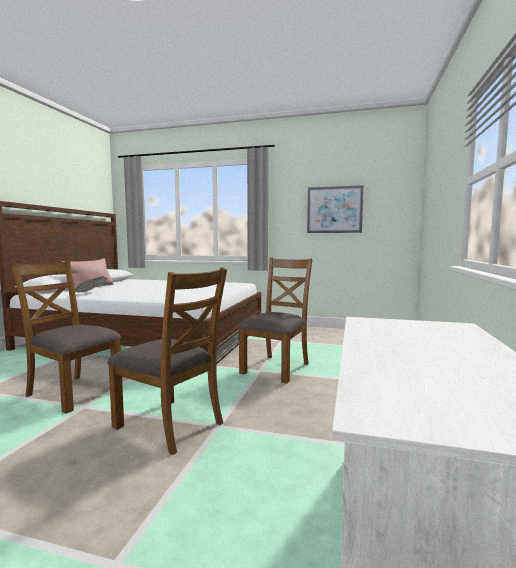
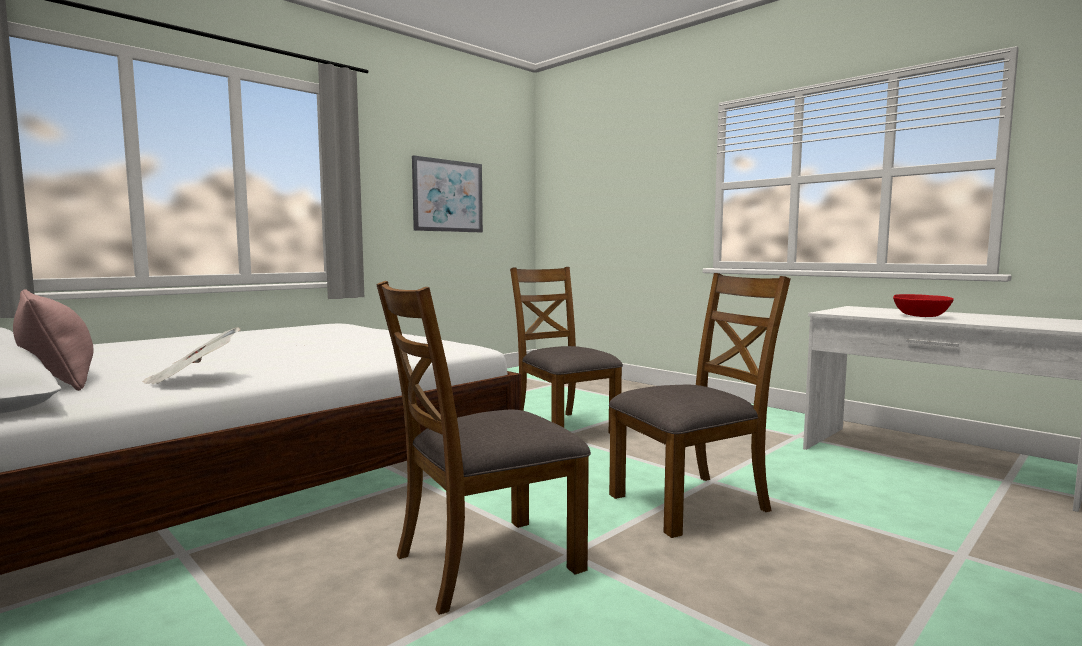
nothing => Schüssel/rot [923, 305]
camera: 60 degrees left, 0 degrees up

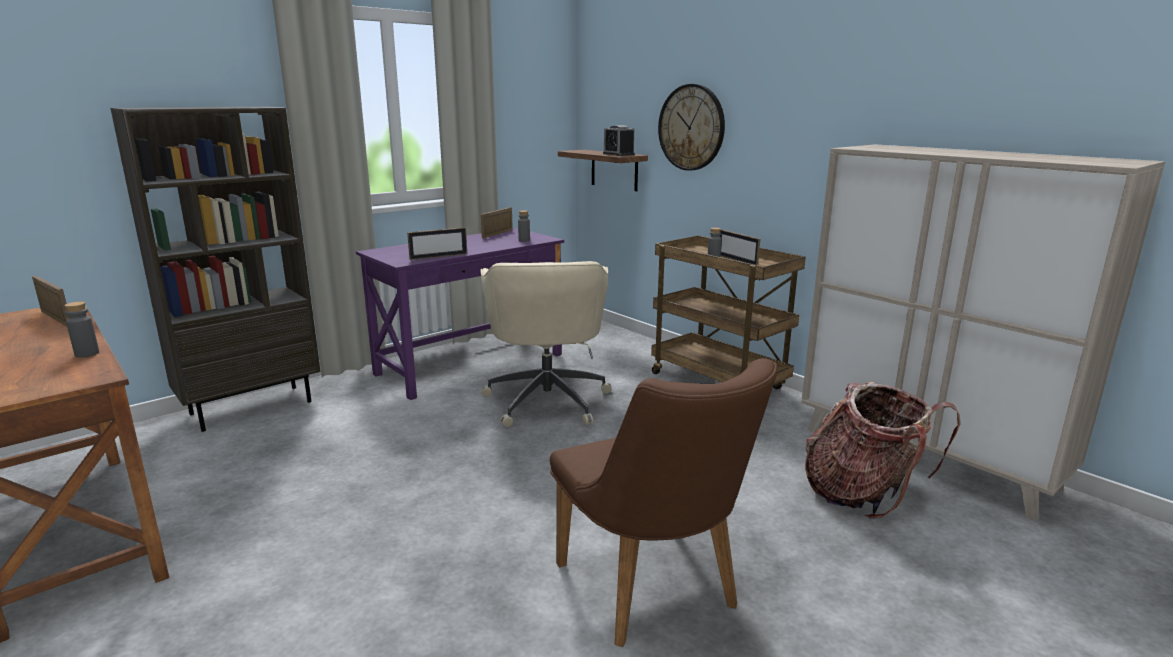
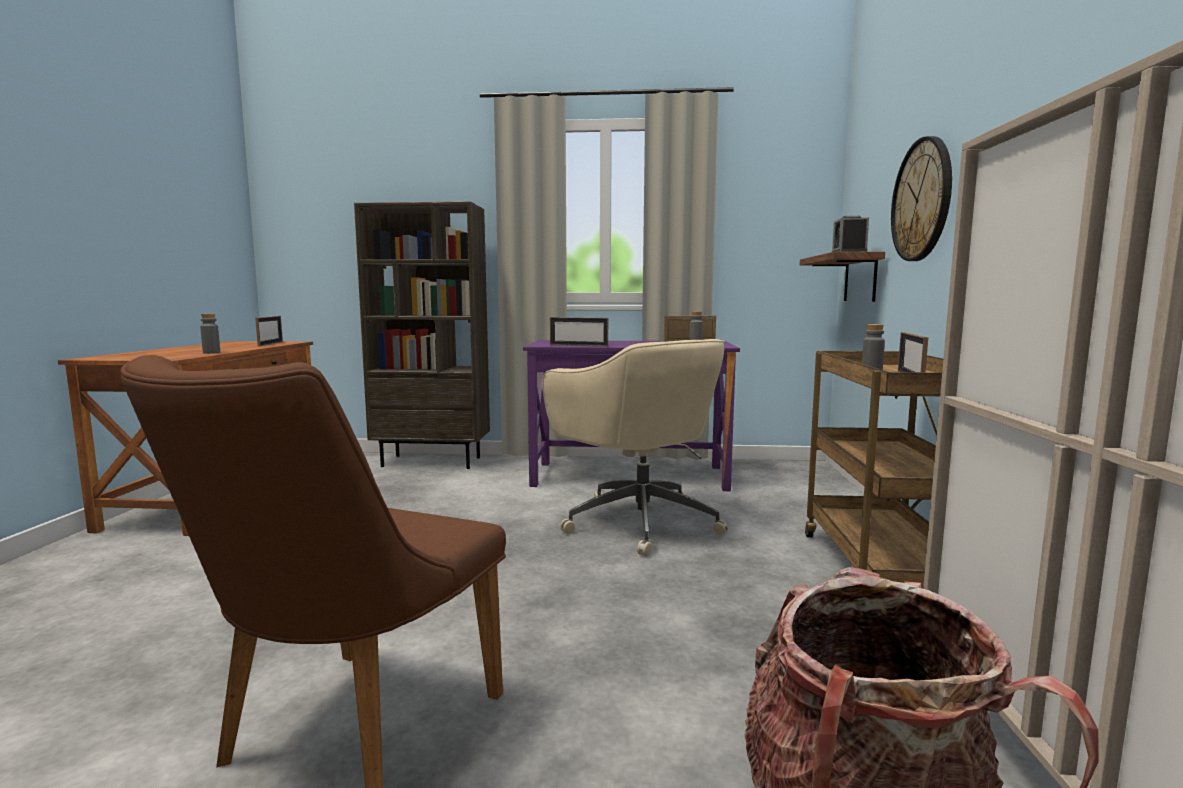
Bürostuhl/beige [546, 344] => Bürostuhl/beige [635, 447], 75 degrees counterclockwise
camera: 45 degrees right, 10 degrees down

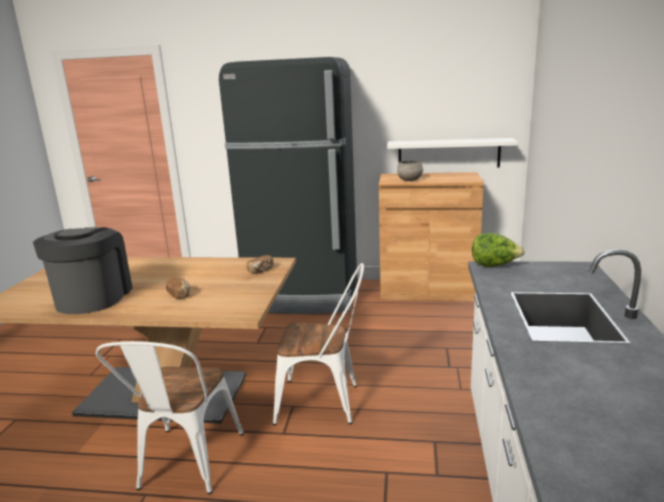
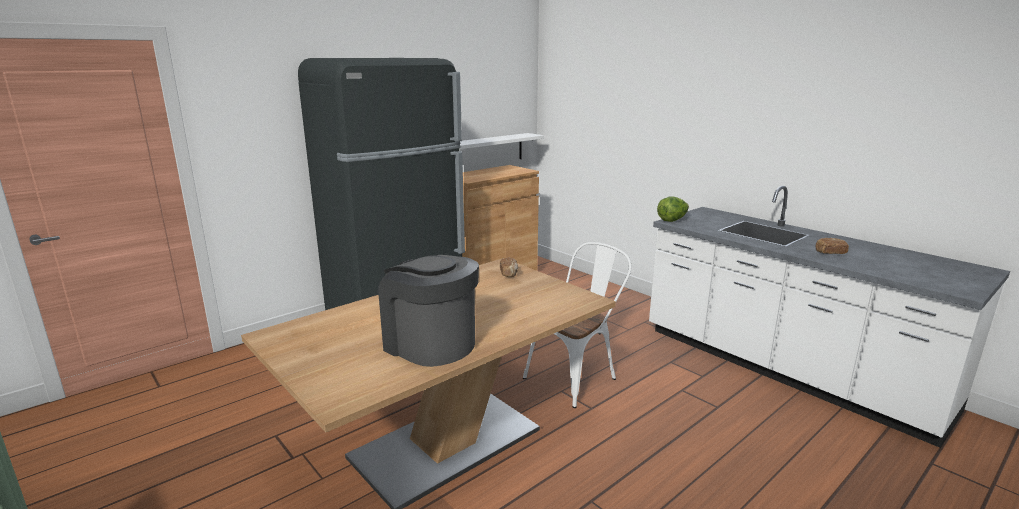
Stuhl/weiß [170, 417] => nothing
Brot [178, 288] => Brot [832, 246], shifted
Schüssel/grau [410, 170] => nothing
camera: 50 degrees left, 0 degrees up

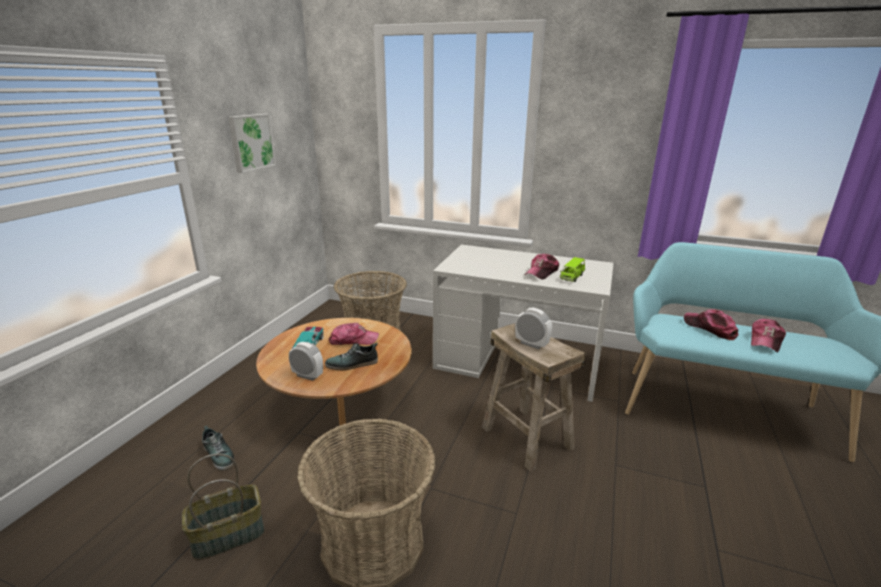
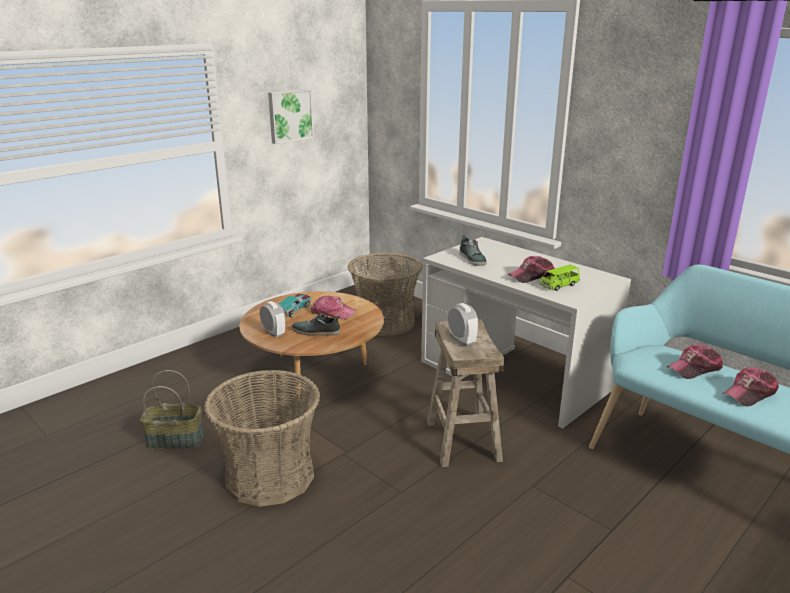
Schuh [218, 447] => Schuh [473, 250], shifted
Kappe [711, 324] => Kappe [695, 362], 105 degrees counterclockwise
camera: 25 degrees right, 0 degrees up

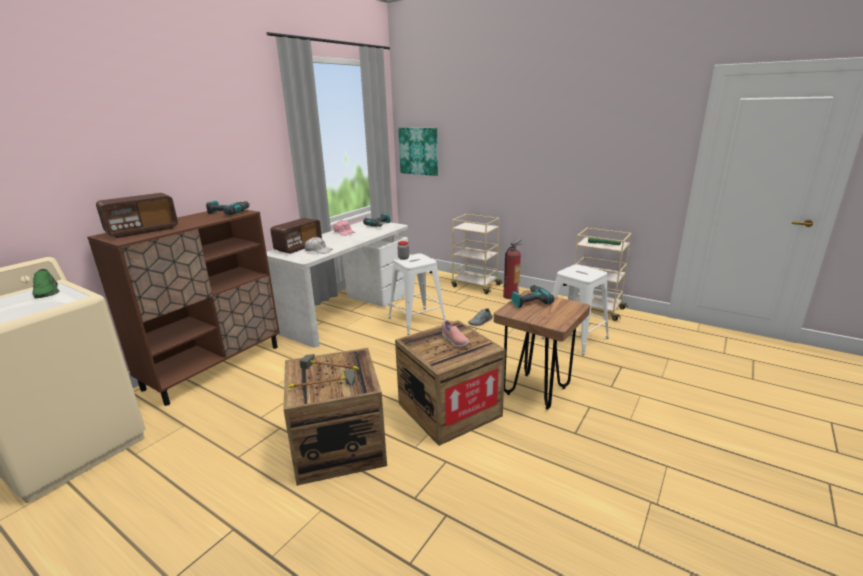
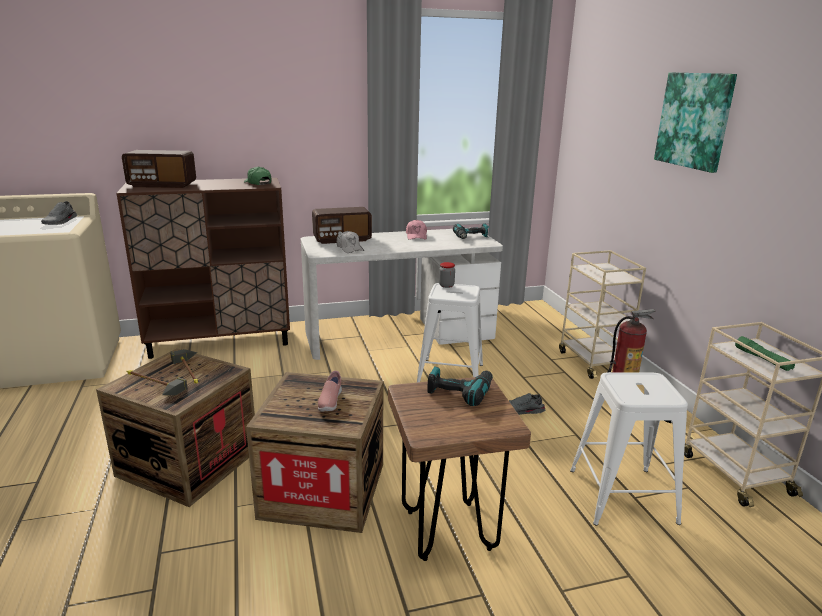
Schuh/grün [46, 284] => Schuh/grau [59, 213]
Bohrmaschine [228, 208] => Kappe/grün [257, 175]
Bild [418, 151] => Bild [695, 122], shifted
camera: 40 degrees right, 0 degrees up

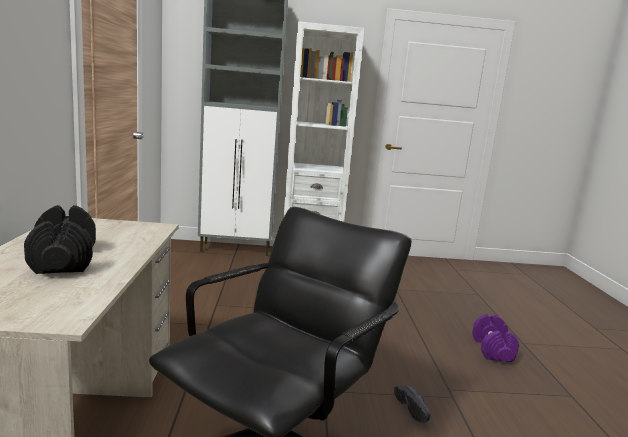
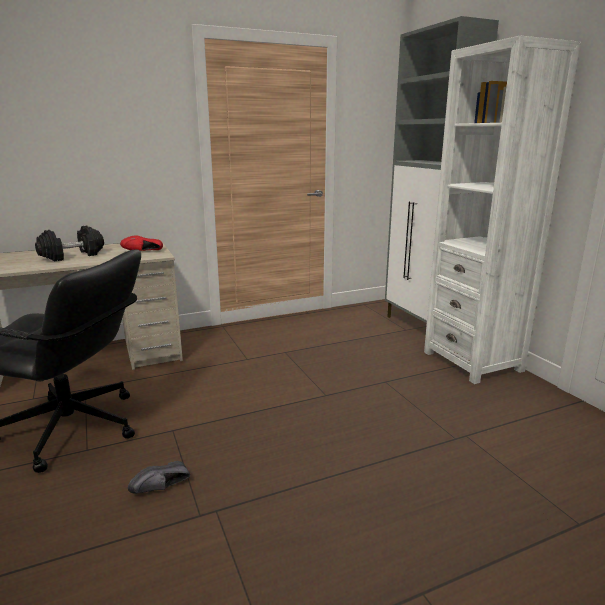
Hantel/lila [495, 338] => nothing
nothing => Schuh/rot [141, 243]
camera: 70 degrees right, 5 degrees up

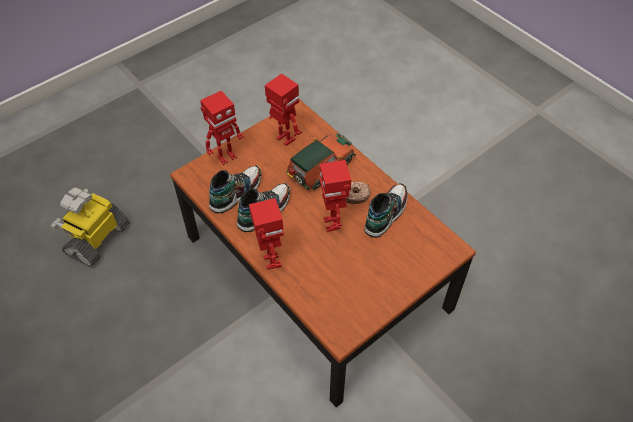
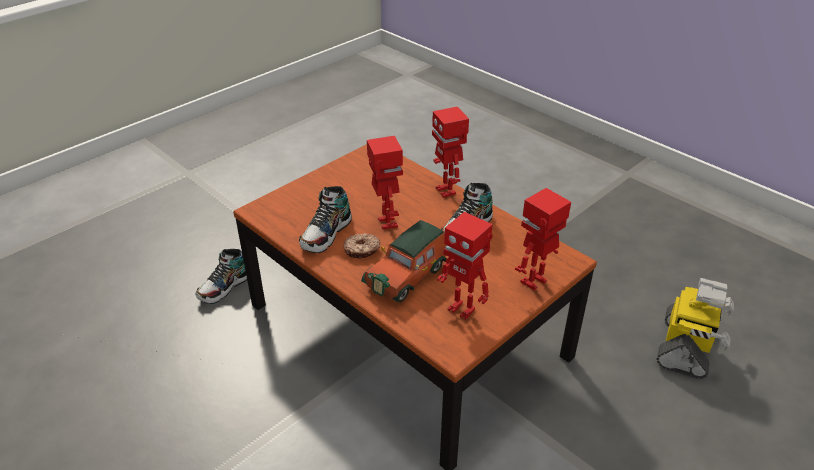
Schuh [235, 189] => Schuh [221, 276], shifted
camera: 175 degrees right, 15 degrees down

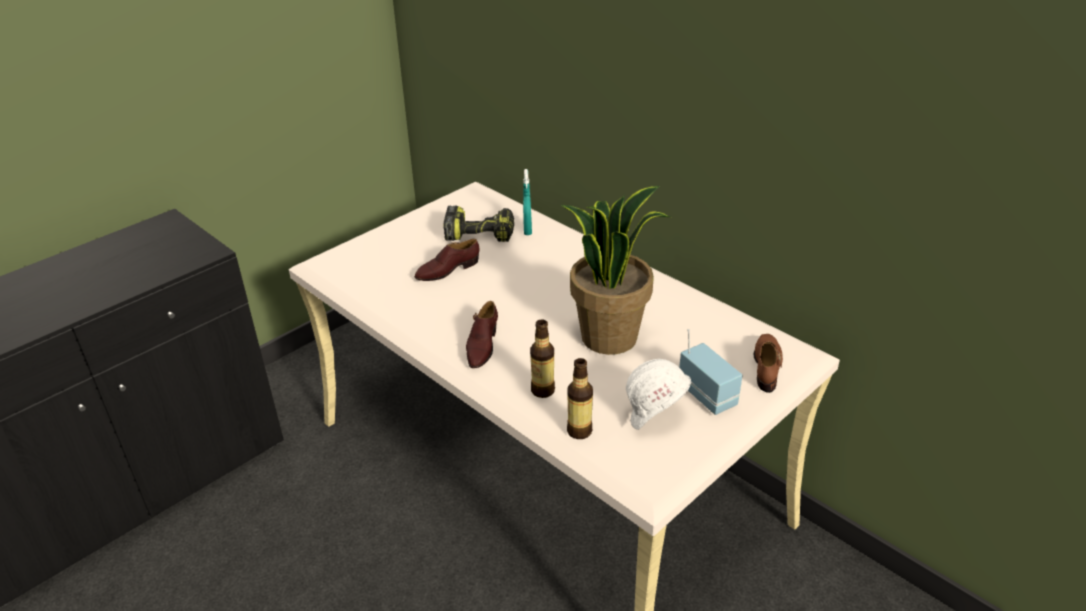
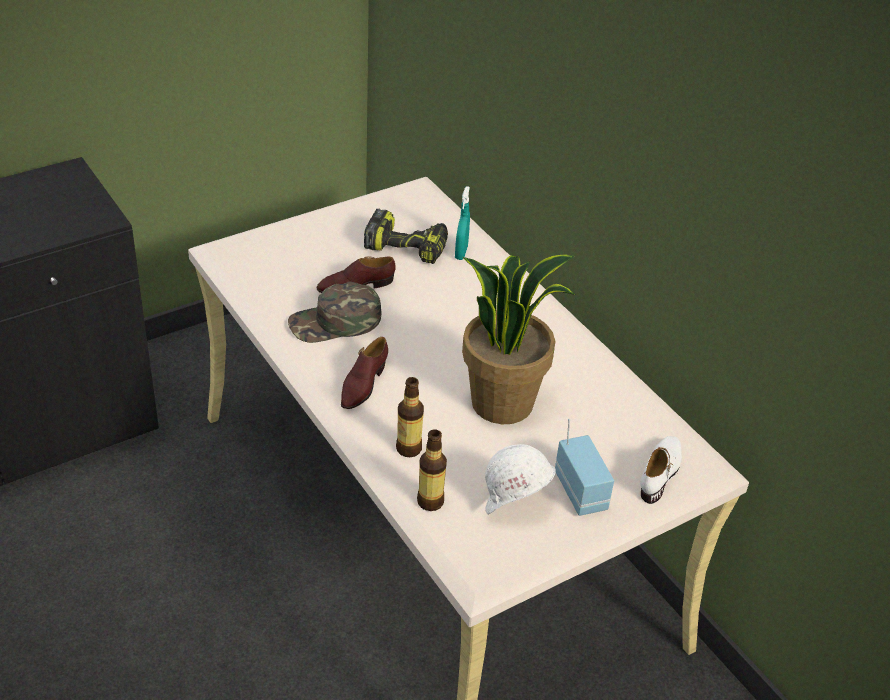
Schuh/braun [768, 363] => Schuh/weiß [661, 470]
nothing => Kappe/grün [334, 312]
camera: 10 degrees right, 5 degrees up

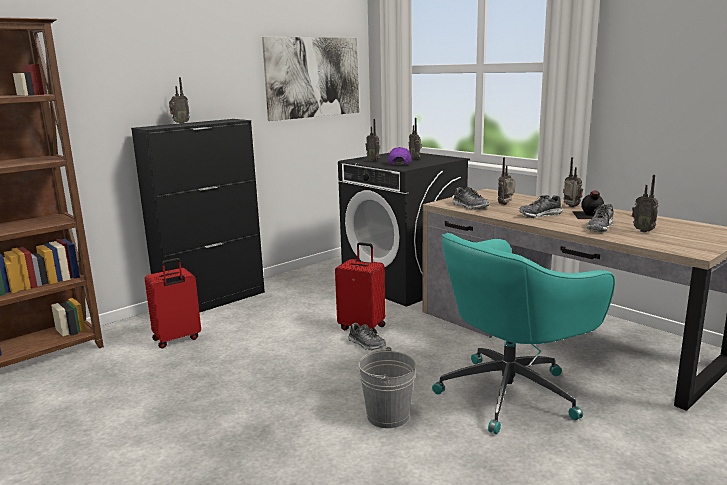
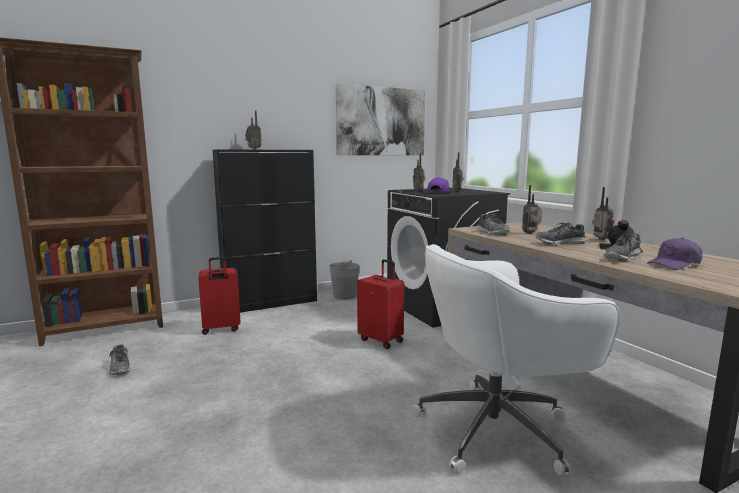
Schuh [367, 337] => Schuh [119, 360], shifted
Eimer/grau [387, 387] => Eimer/grau [344, 280], shifted
Bürostuhl/türkis [523, 333] => Bürostuhl/weiß [516, 360]
Radio [645, 203] => Kappe/lila [674, 254]
camera: 15 degrees right, 5 degrees down

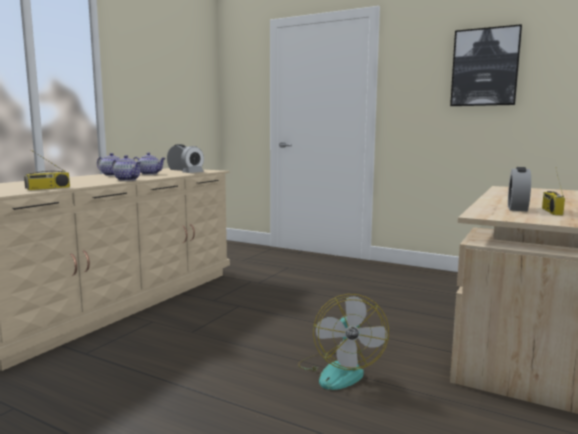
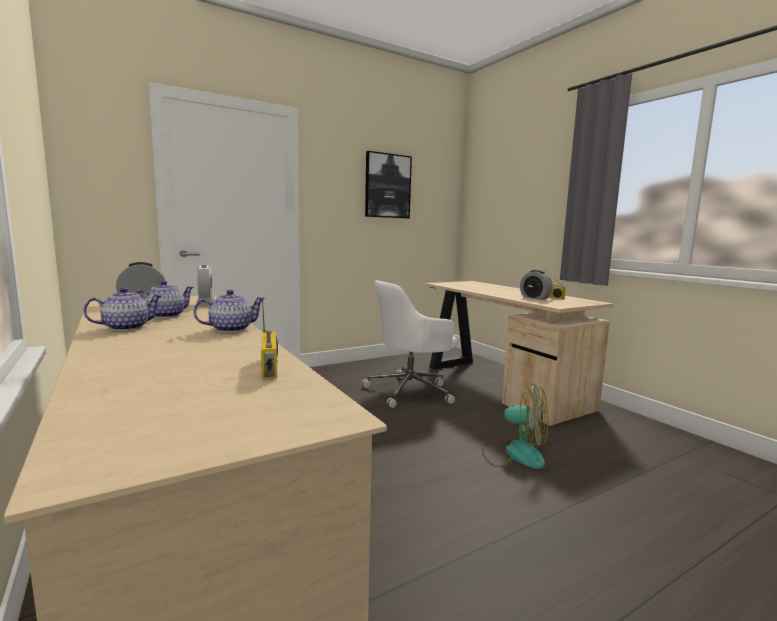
nothing => Bürostuhl/weiß [410, 344]
camera: 60 degrees left, 0 degrees up

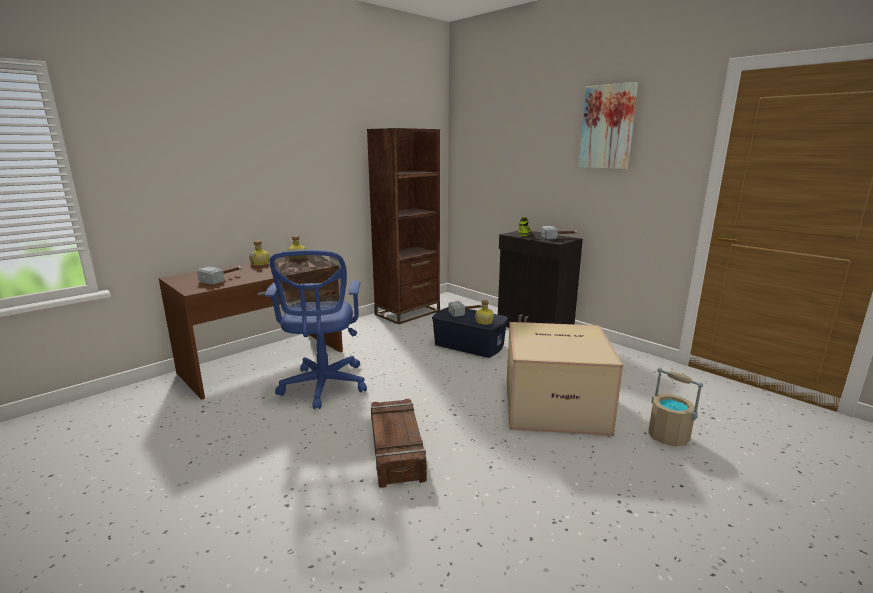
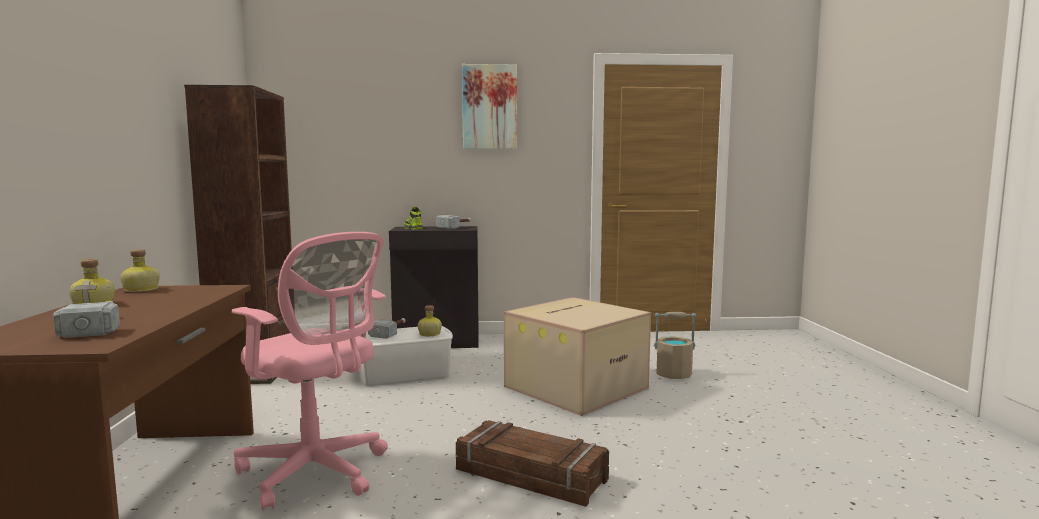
Bürostuhl/blau [316, 329] => Bürostuhl/rosa [310, 371]
Aufbewahrungsbox/blau [470, 332] => Aufbewahrungsbox/weiß [406, 356]
camera: 50 degrees left, 10 degrees down

